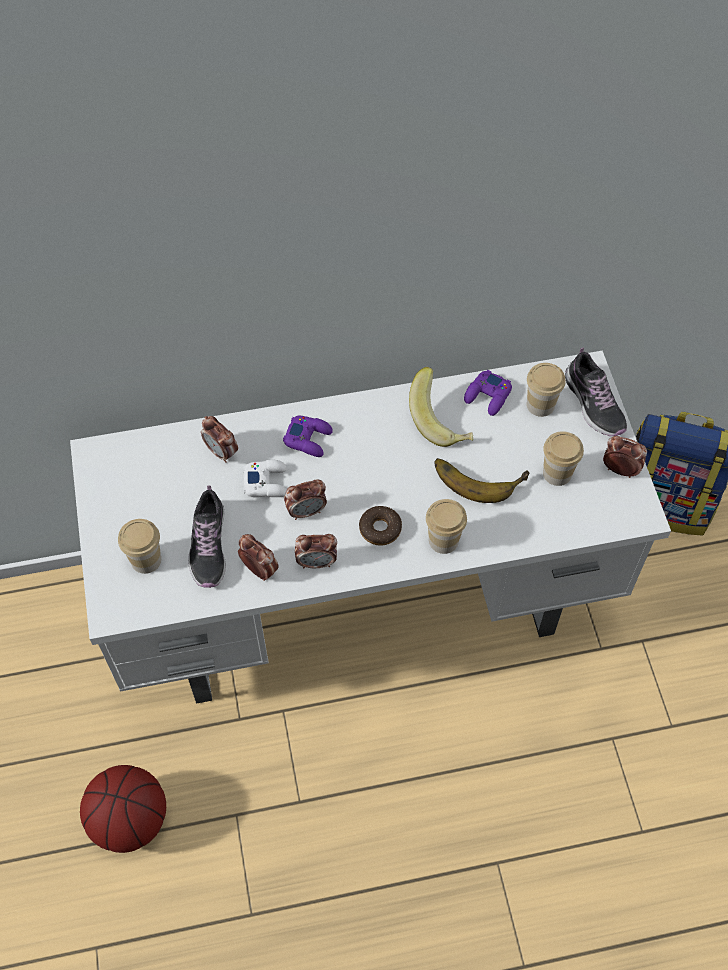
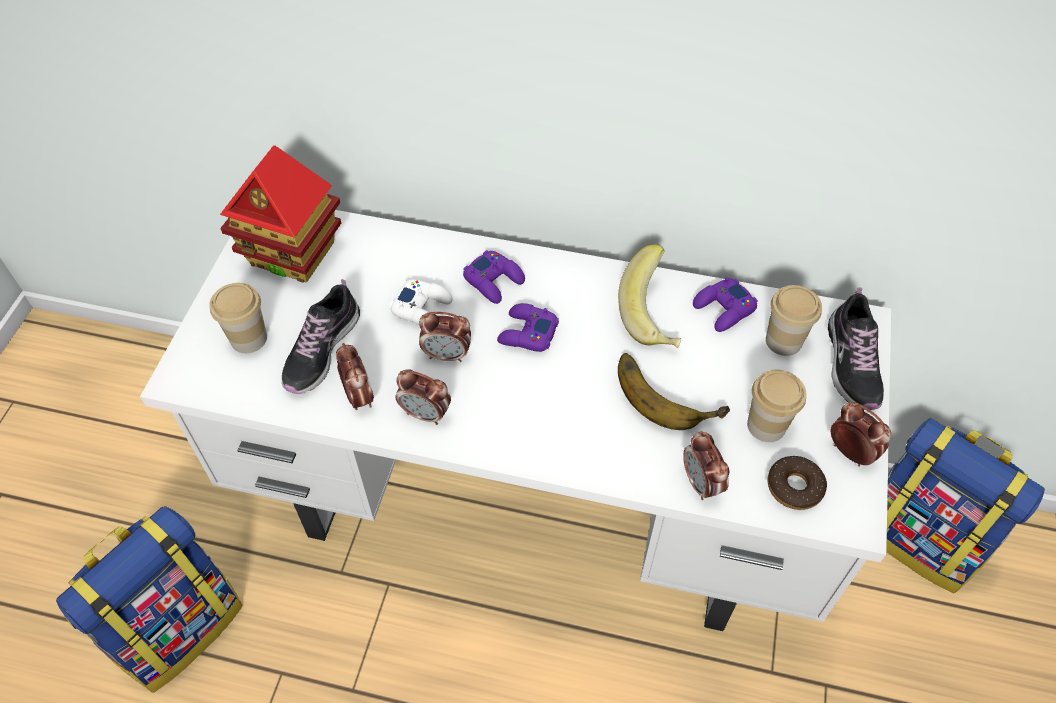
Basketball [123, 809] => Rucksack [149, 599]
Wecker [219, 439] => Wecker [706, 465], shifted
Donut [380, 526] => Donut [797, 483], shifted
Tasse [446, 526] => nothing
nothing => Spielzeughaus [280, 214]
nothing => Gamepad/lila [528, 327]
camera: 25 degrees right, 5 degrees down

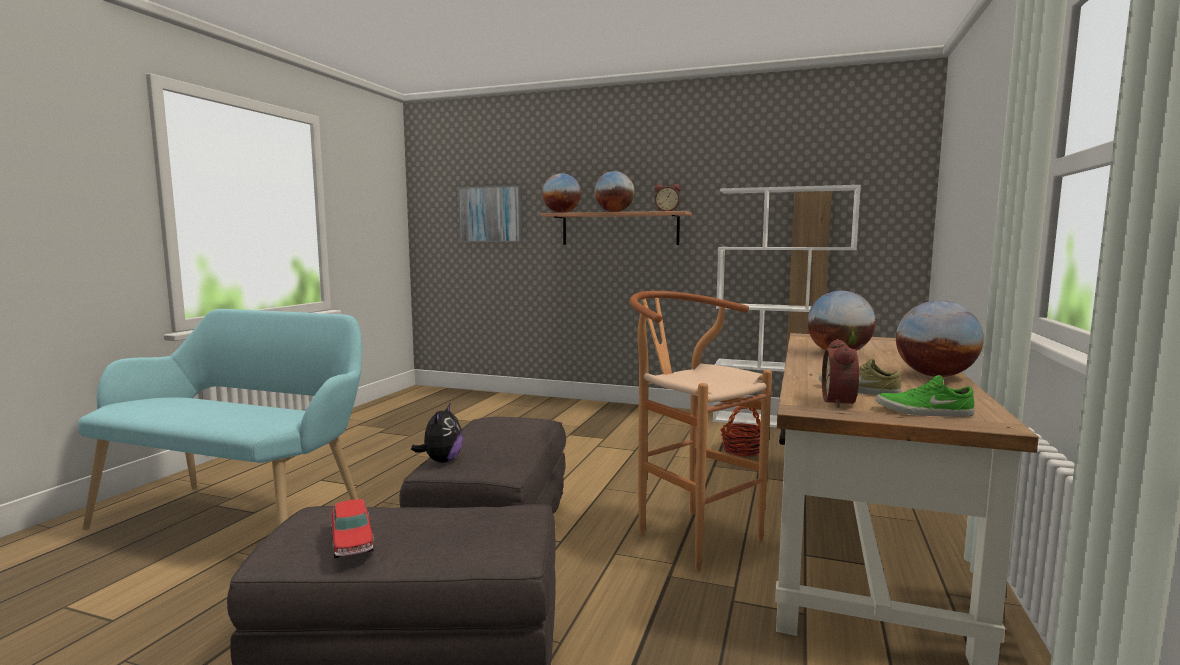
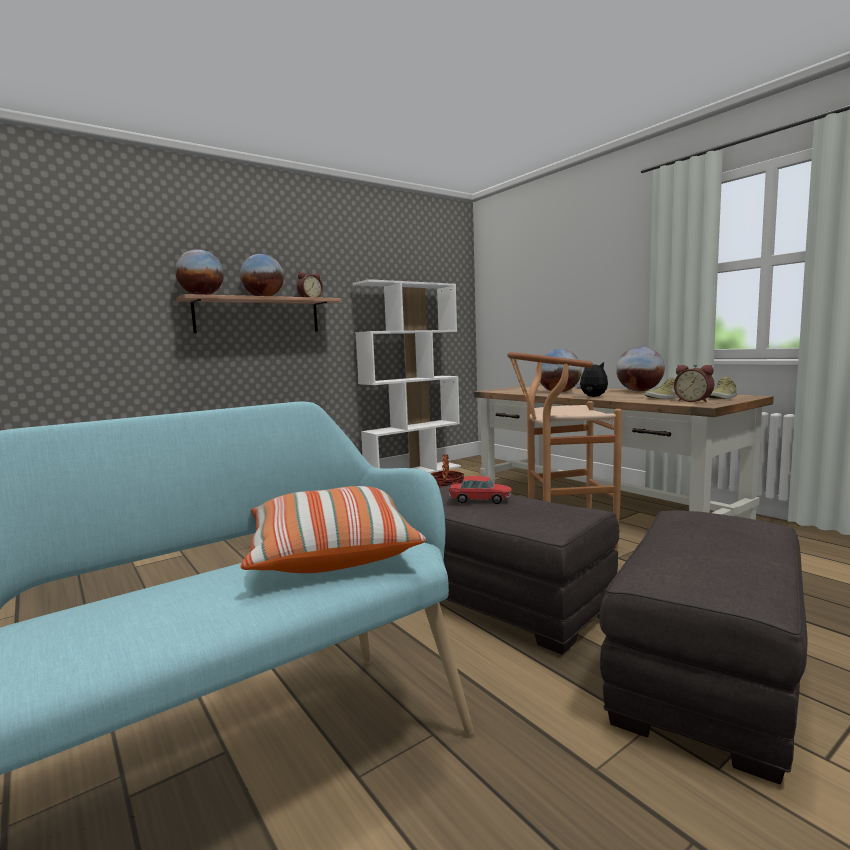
Spielzeugauto [352, 528] => Spielzeugauto [480, 490], shifted
Plüschtier [437, 433] => Plüschtier [591, 379], shifted
Bild [490, 214] => nothing
Schuh/grün [925, 396] => Schuh/beige [722, 388]
nothing => Kissen [333, 529]
camera: 55 degrees left, 0 degrees up

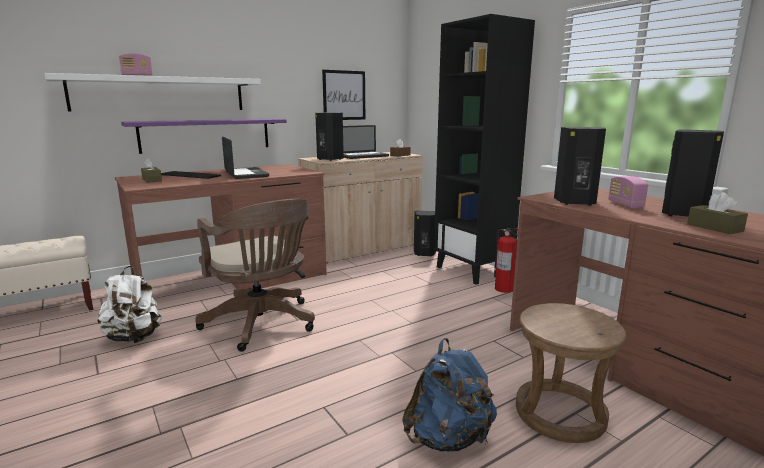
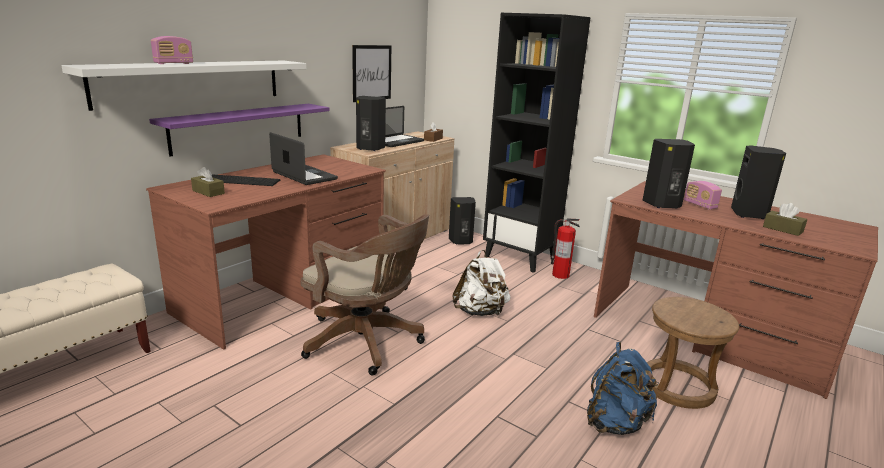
Rucksack/weiß [130, 304] => Rucksack/weiß [481, 283], shifted
camera: 20 degrees left, 5 degrees up

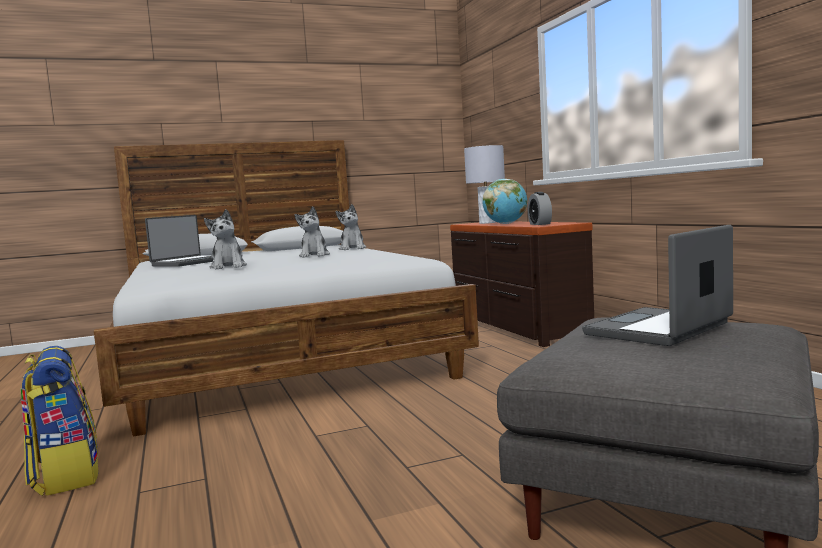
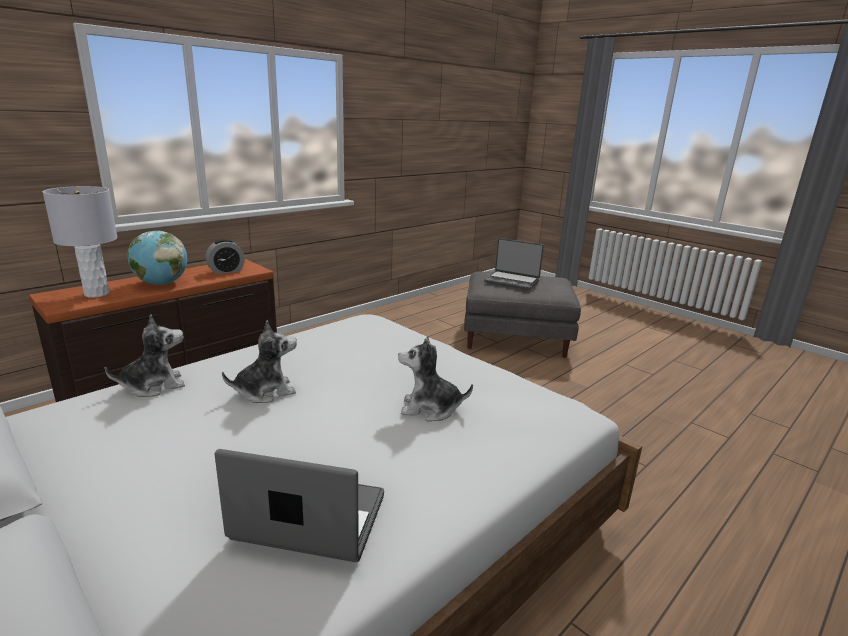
Rucksack [60, 421] => nothing
Plüschtier [225, 239] => Plüschtier [435, 379], 135 degrees counterclockwise
camera: 115 degrees left, 15 degrees up

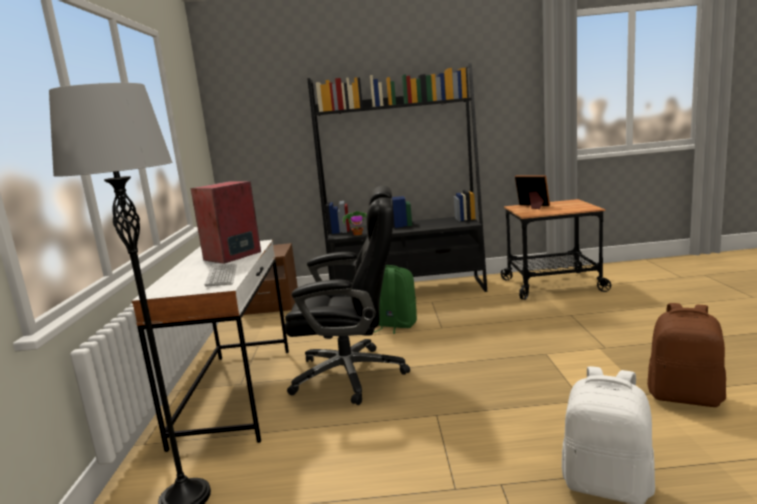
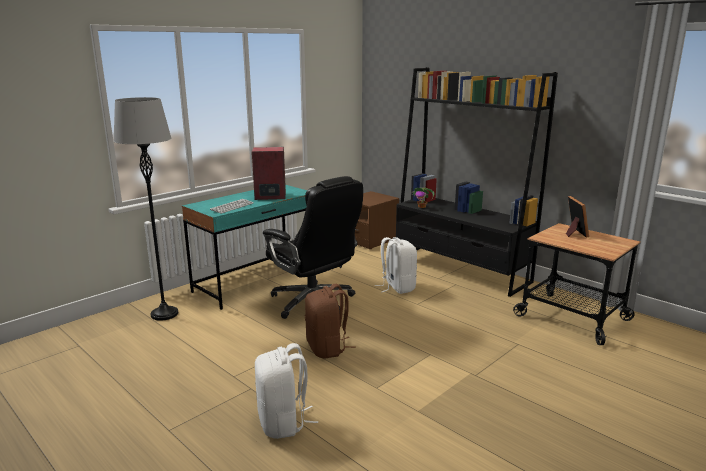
Schreibtisch/weiß [210, 346] => Schreibtisch/türkis [244, 247]
Rucksack/grün [395, 299] => Rucksack/weiß [396, 265]
Rucksack/braun [686, 355] => Rucksack/braun [330, 321], shifted
camera: 45 degrees right, 5 degrees up

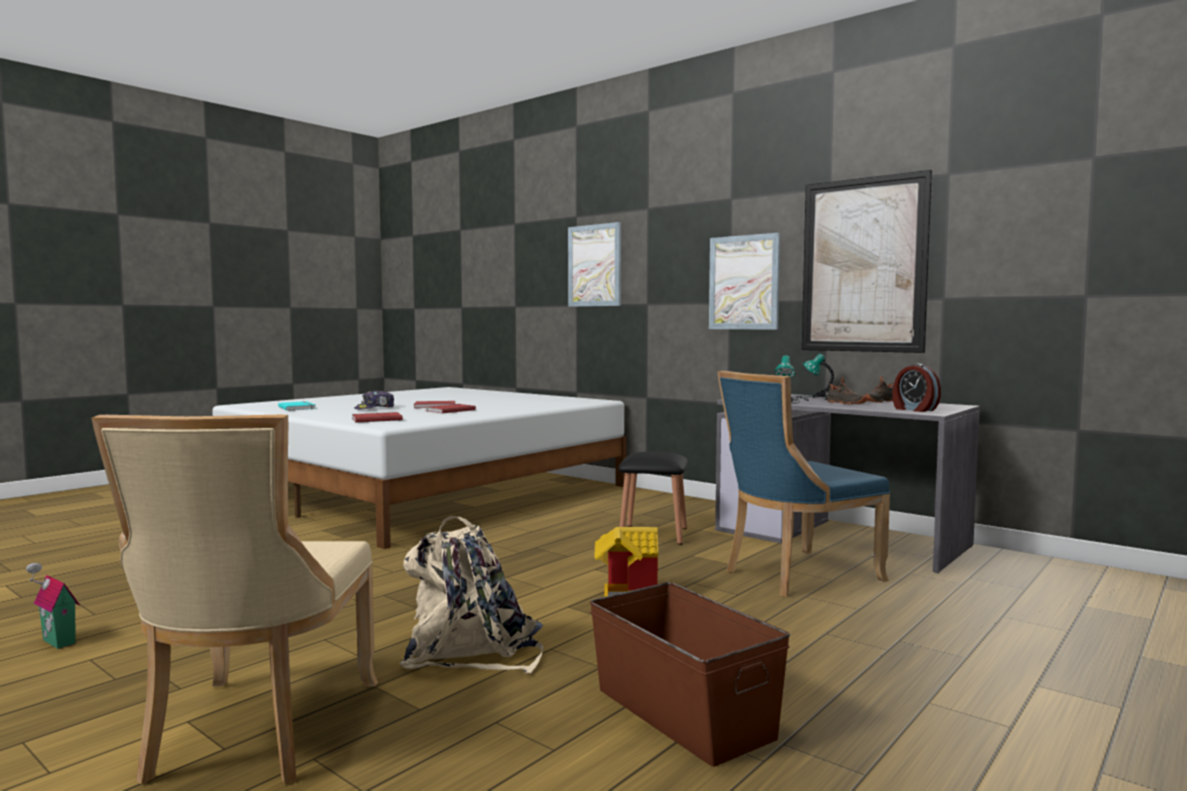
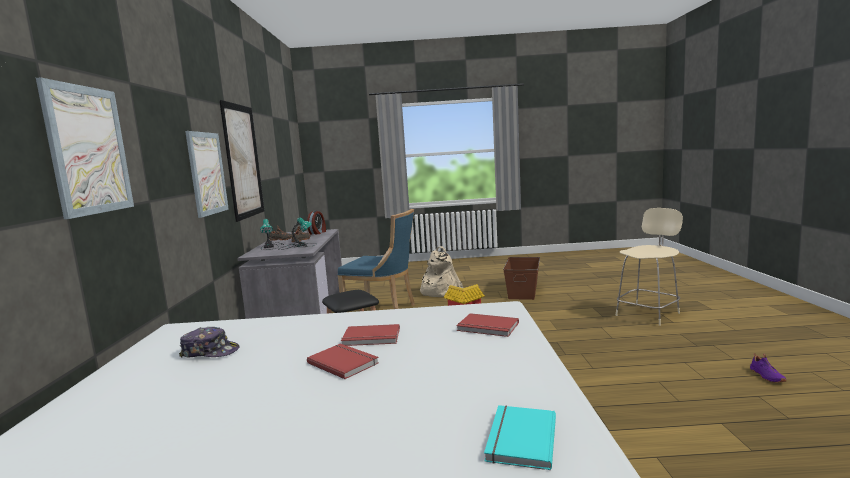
Spielzeughaus [53, 606] => Schuh/lila [768, 367]
Stuhl/beige [235, 599] => Hocker/beige [649, 267]
Kappe [374, 400] => Kappe [209, 342], shifted
Rucksack/beige [471, 594] => Rucksack/beige [441, 271], shifted
camera: 130 degrees left, 5 degrees up

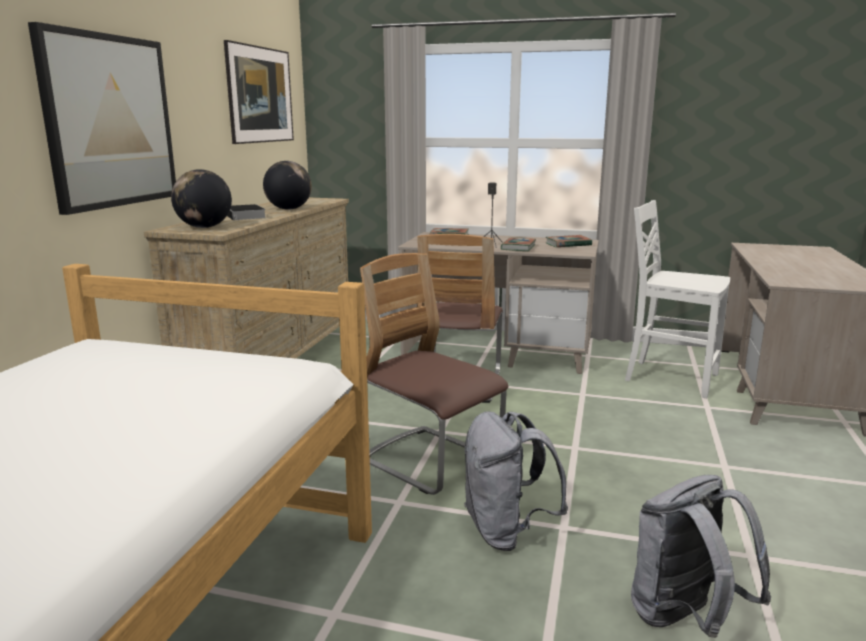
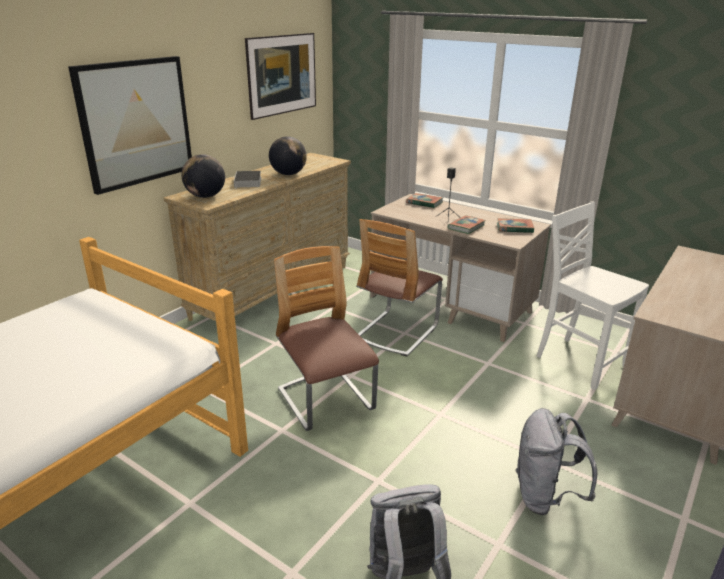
Rucksack/grau [516, 481] => Rucksack/grau [556, 461], shifted
camera: 20 degrees right, 10 degrees up

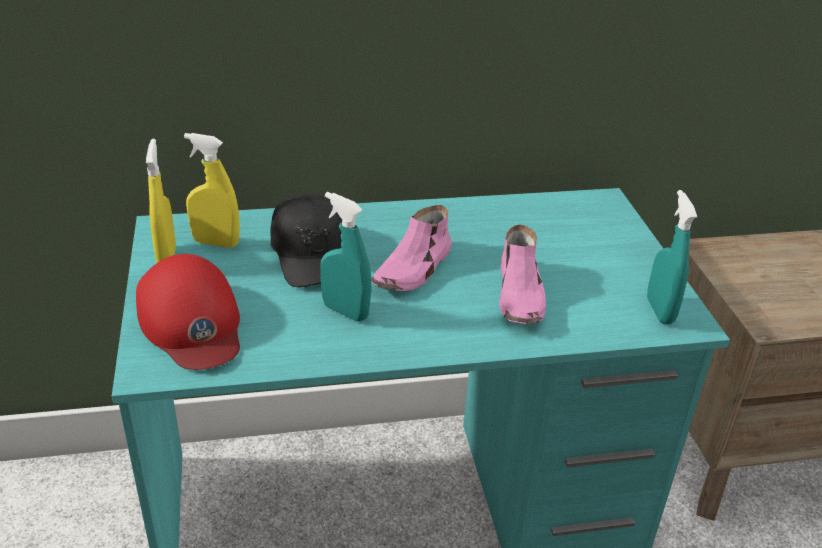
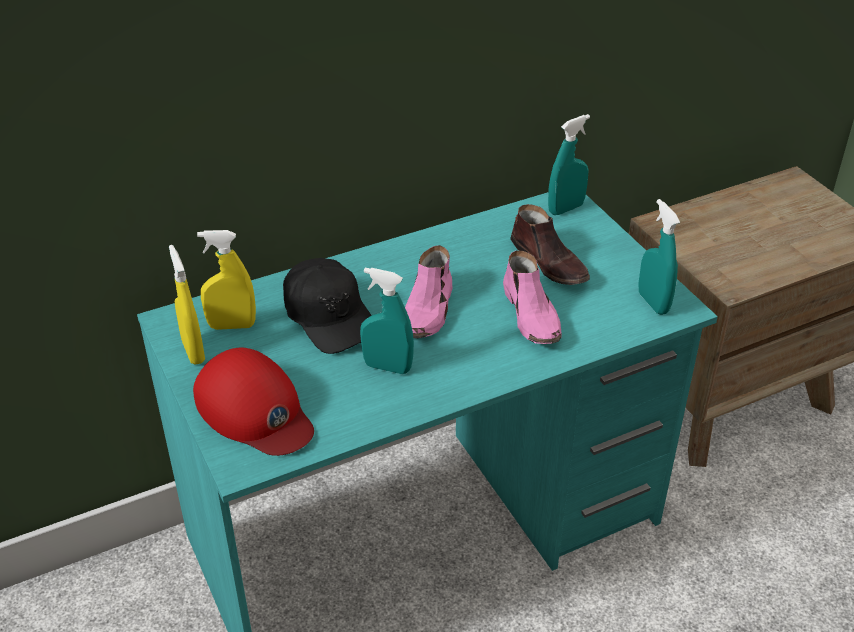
nothing => Schuh/braun [550, 244]
nothing => Sprühflasche/türkis [569, 164]
camera: 15 degrees left, 5 degrees up

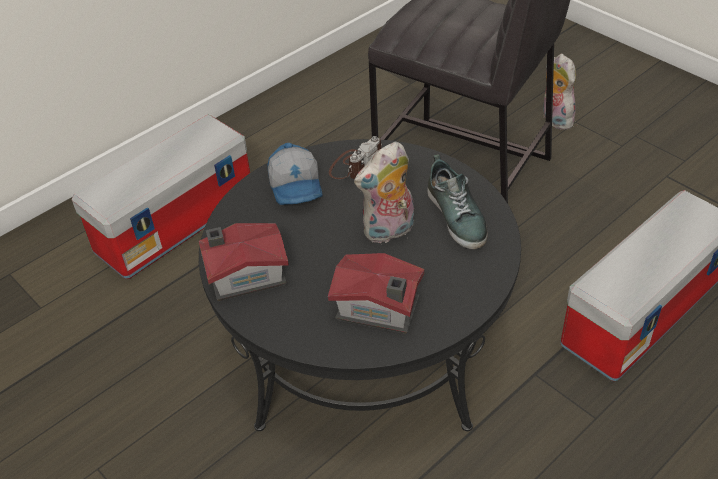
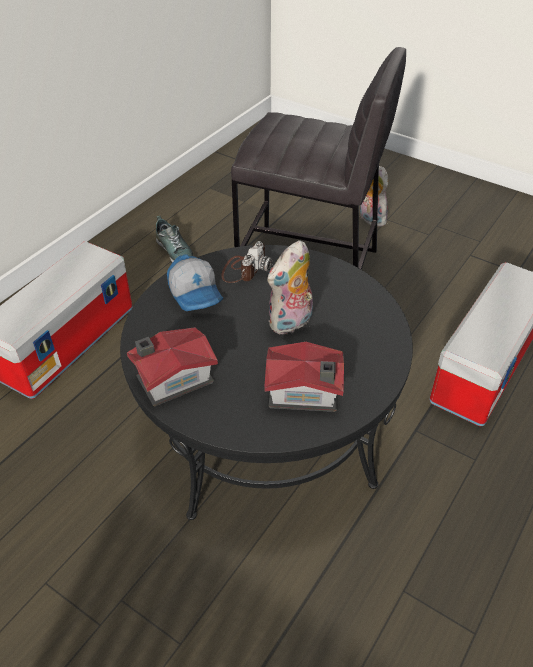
Schuh [457, 201] => Schuh [175, 239], shifted
camera: 15 degrees left, 0 degrees up

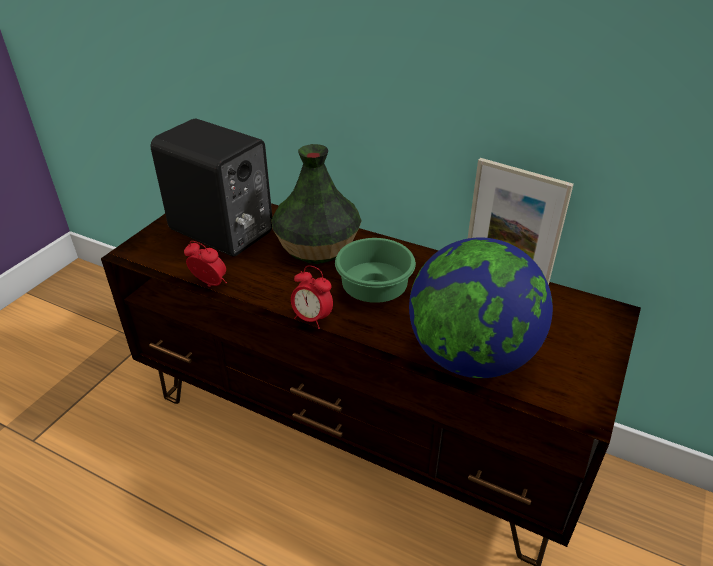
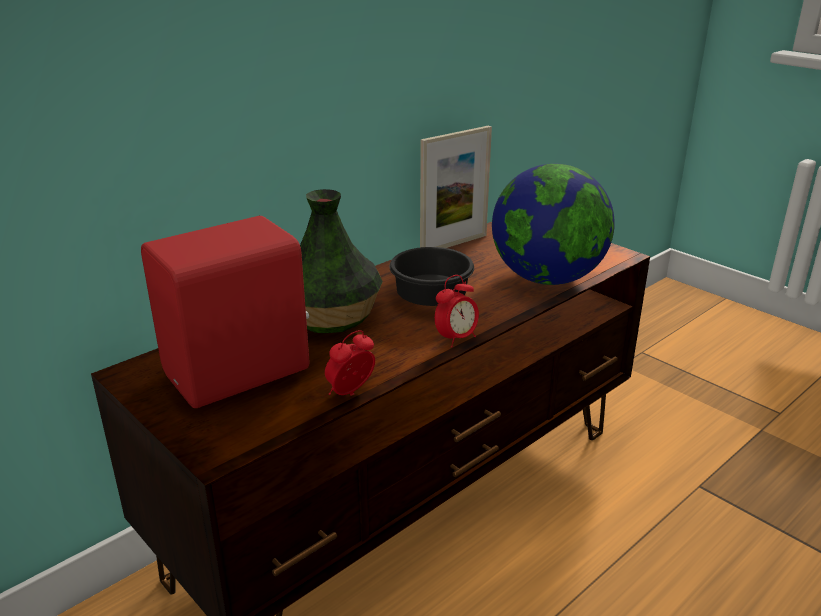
Lautsprecher/schwarz [211, 187] => Lautsprecher/rot [225, 312]
Schüssel/grün [375, 270] => Schüssel/schwarz [431, 276]
camera: 70 degrees left, 10 degrees down

